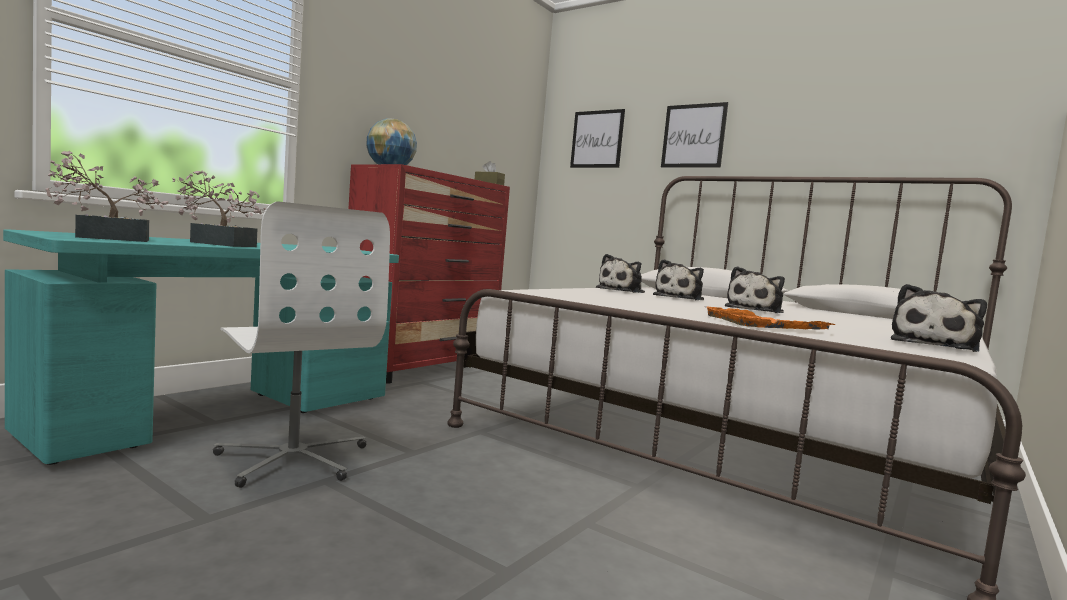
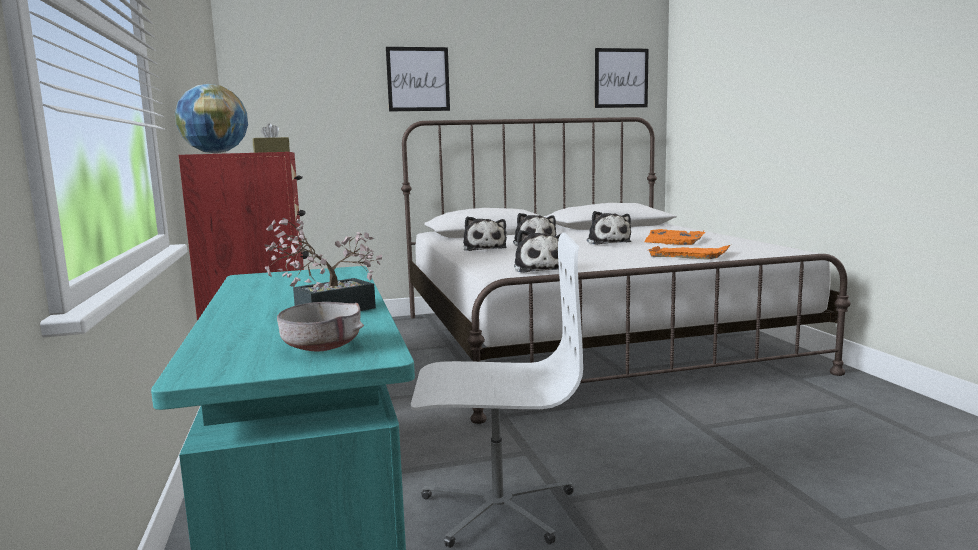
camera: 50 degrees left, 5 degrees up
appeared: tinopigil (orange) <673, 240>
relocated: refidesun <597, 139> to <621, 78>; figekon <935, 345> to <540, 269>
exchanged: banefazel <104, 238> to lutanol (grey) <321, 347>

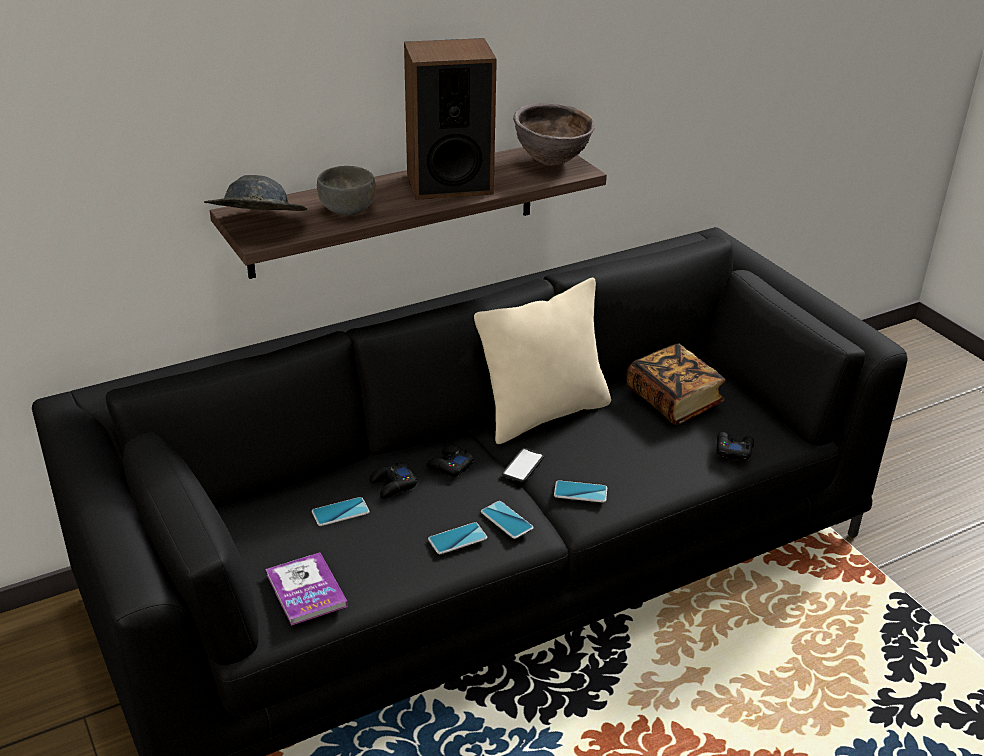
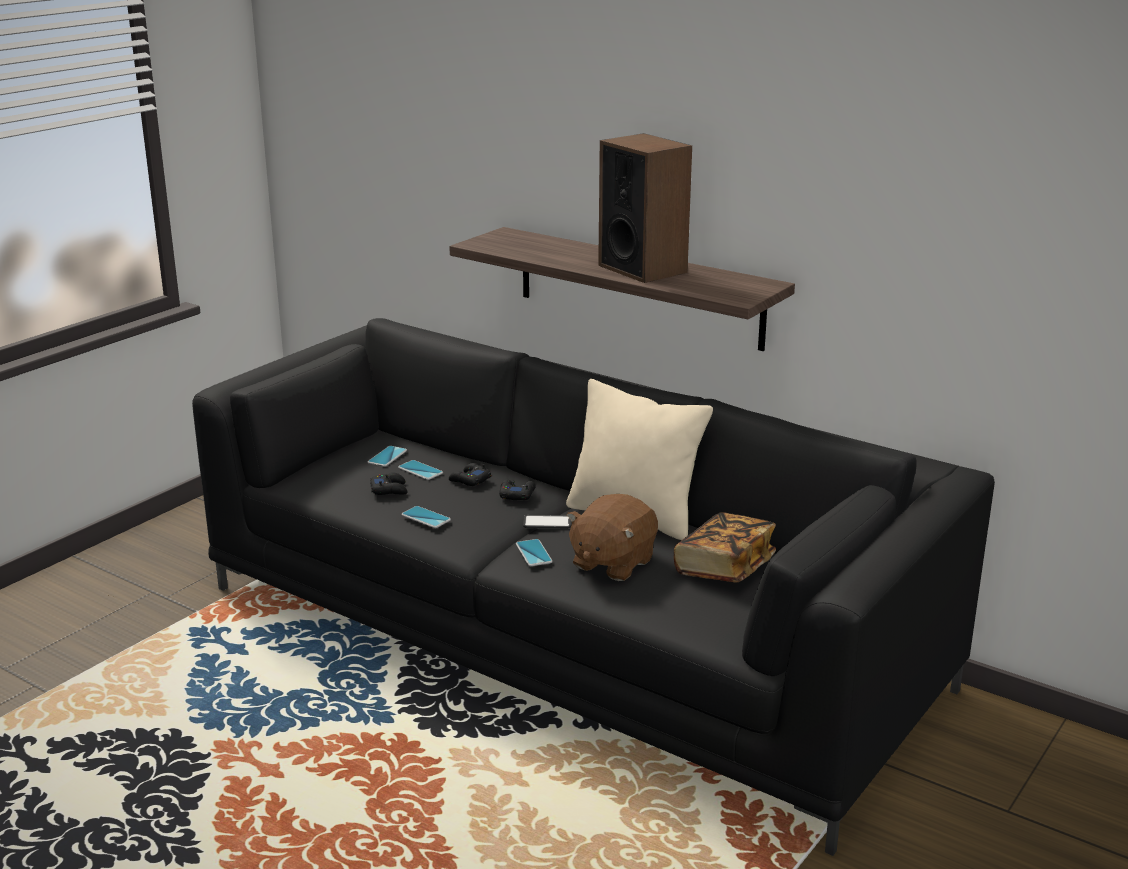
camera: 65 degrees right, 10 degrees down
missing: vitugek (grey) <257, 227>; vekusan <306, 590>; lutanol (grey) <348, 209>; lutanol (brown) <551, 163>
appeared: figekon (brown) <612, 563>
relocated: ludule <507, 520> to <387, 457>; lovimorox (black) <733, 450> to <389, 489>

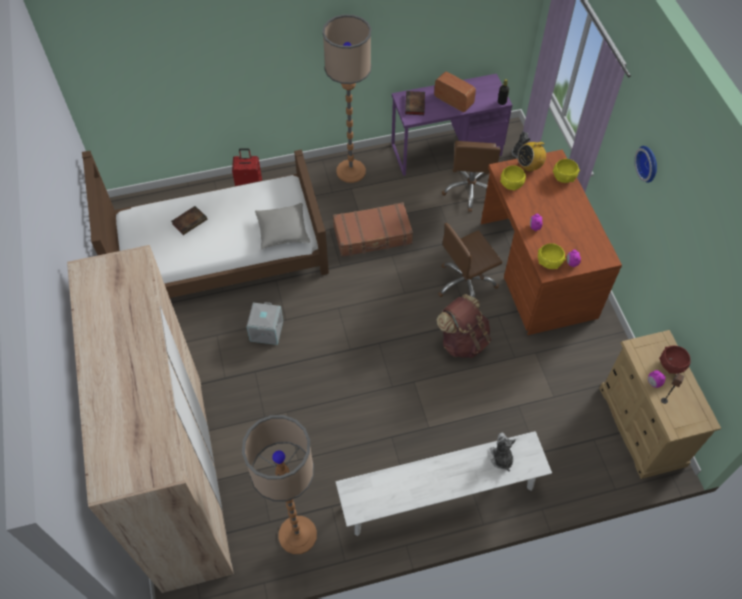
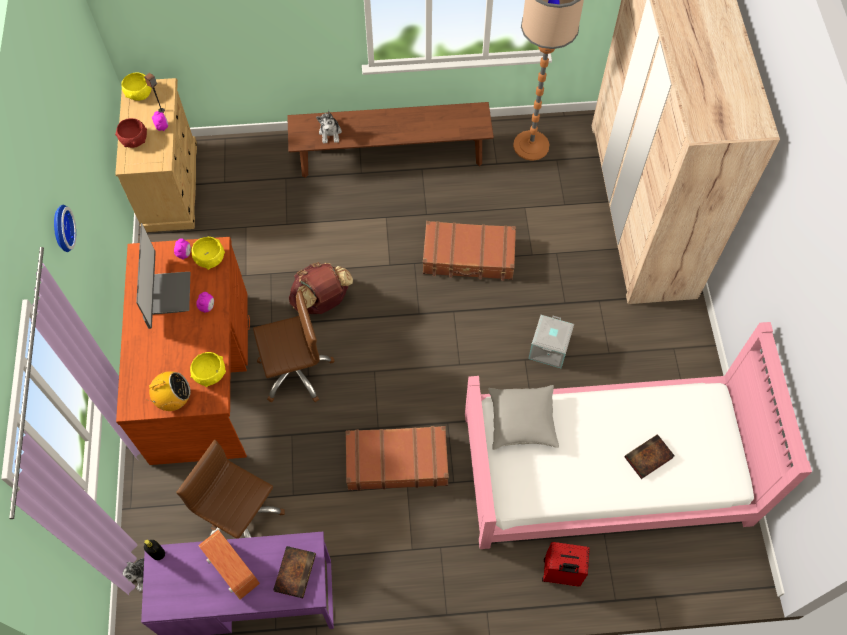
camera: 170 degrees left, 5 degrees up
missing: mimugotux <351, 171>
appeared: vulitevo <165, 293>; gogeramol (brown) <469, 257>
relocated: lutanol (yellow) <564, 177> to <139, 94>
colour: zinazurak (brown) <219, 253> to zinazurak (pink) <606, 468>; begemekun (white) <440, 495> to begemekun (brown) <391, 157>
spun: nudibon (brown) <470, 189> = <240, 517> 75 degrees counterclockwise

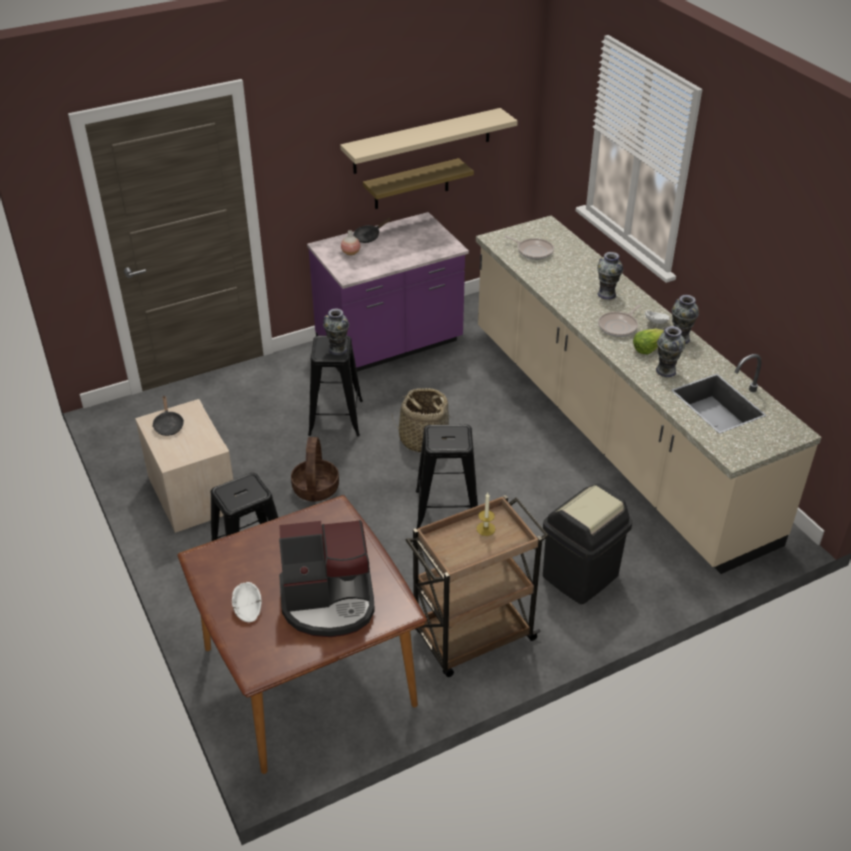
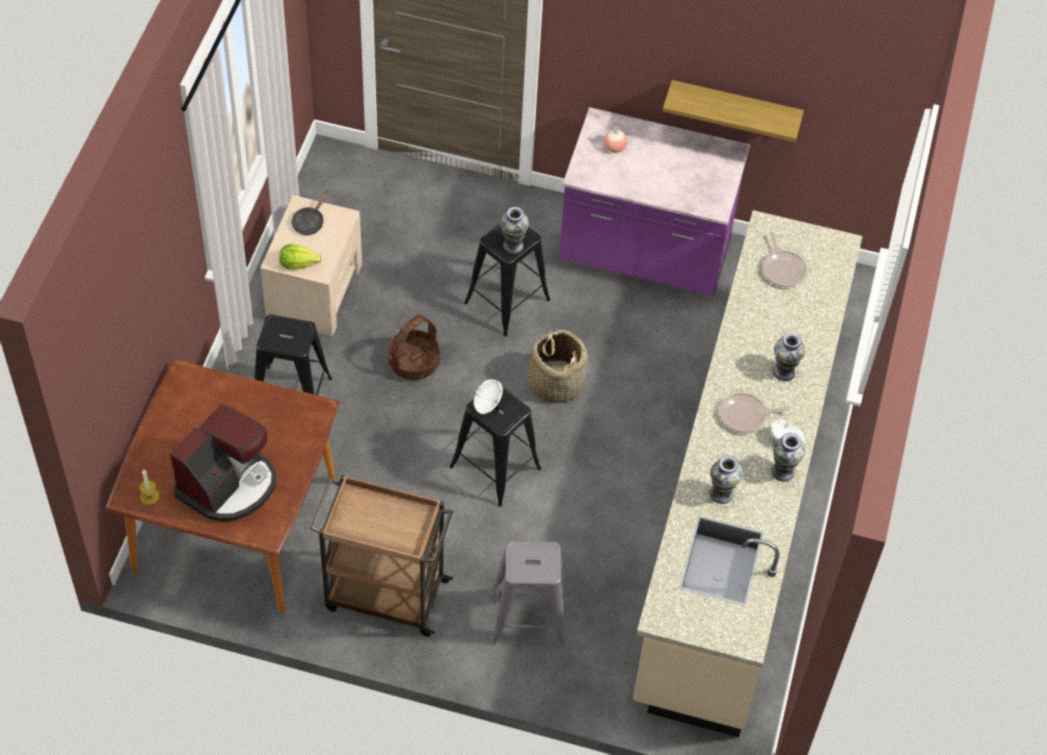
camera: 40 degrees right, 15 degrees up
missing: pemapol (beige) <422, 141>; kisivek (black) <369, 236>
relocated: lutanol (white) <247, 610> to <486, 402>; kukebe <485, 529> to <149, 496>; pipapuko <647, 348> to <299, 263>
exchanged: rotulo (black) <580, 576> to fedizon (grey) <529, 616>
spun: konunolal <329, 602> = <228, 484> 90 degrees counterclockwise

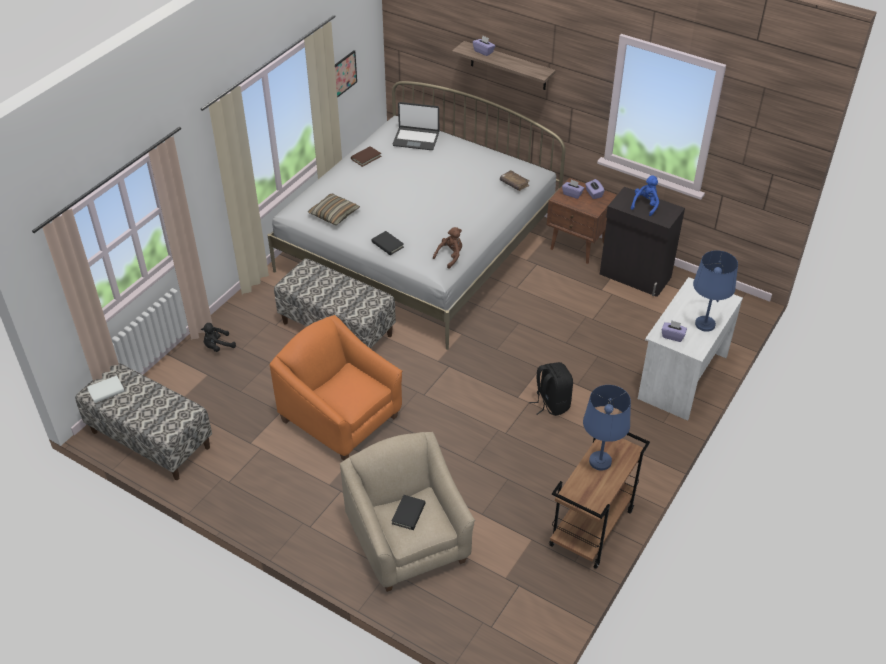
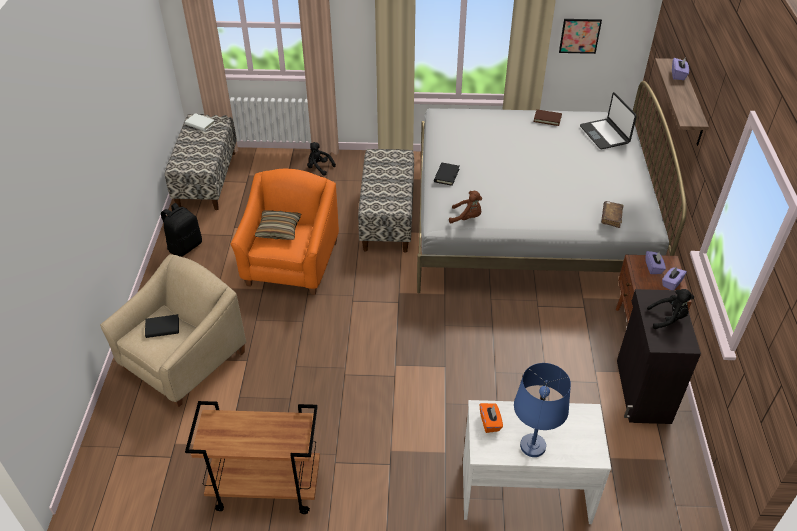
camera: 60 degrees right, 0 degrees up
missing: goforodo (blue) <600, 462>
relocated: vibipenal <334, 214> to <278, 230>; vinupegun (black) <551, 403> to <185, 246>
colour: figekon (blue) <645, 205> to figekon (black) <668, 318>; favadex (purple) <672, 336> to favadex (orange) <490, 422>

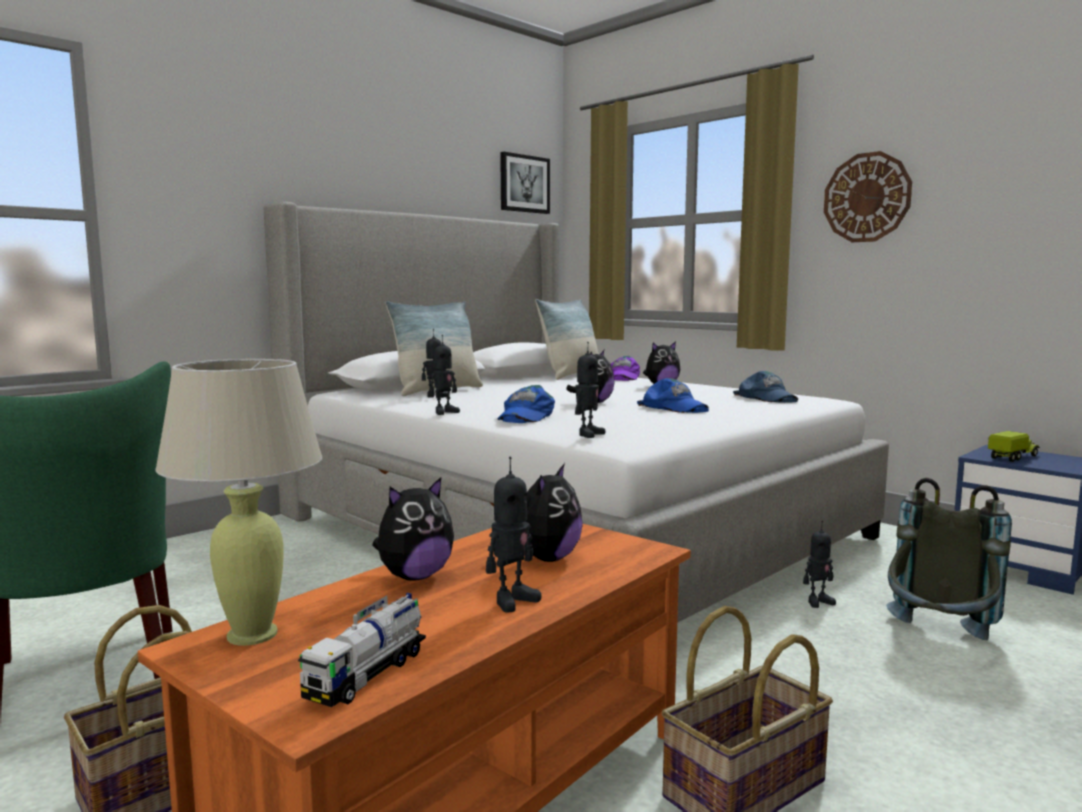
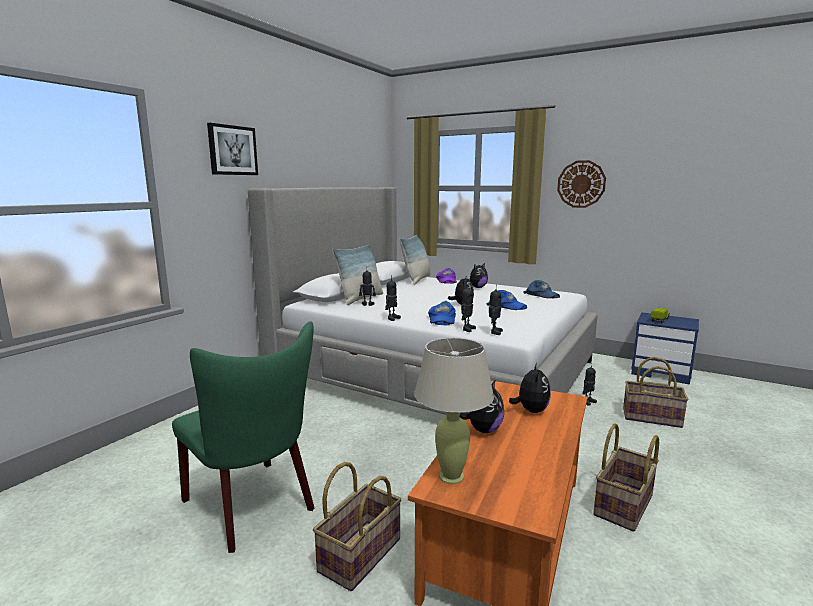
camera: 15 degrees left, 5 degrees up
missing: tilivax <368, 674>
relocated: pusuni <512, 600> to <467, 329>; refidesun <524, 184> to <232, 150>
exchanged: vinupegun (grey) <938, 642> to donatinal <652, 417>

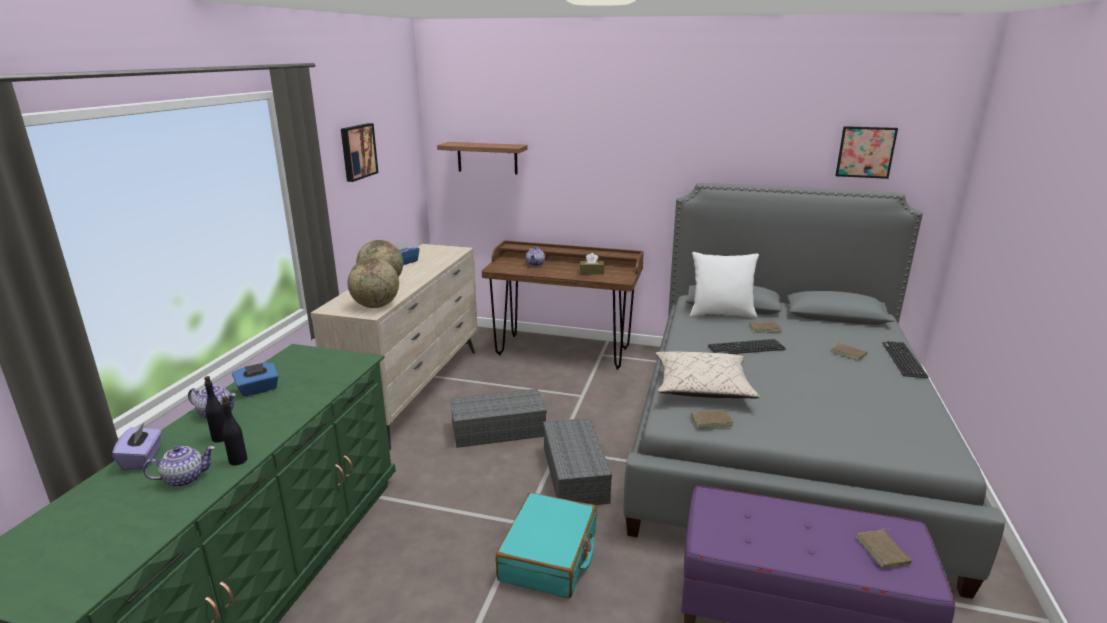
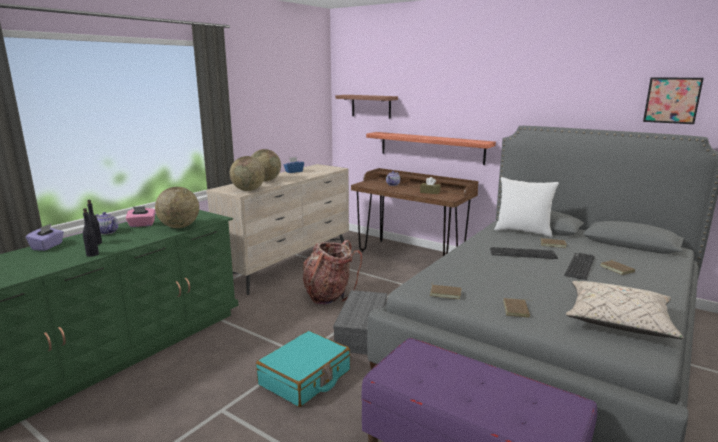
camera: 20 degrees right, 5 degrees down
missing: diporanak <184, 479>; refidesun <357, 151>
appeared: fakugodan <179, 227>; pemapol <431, 147>
relocated: vibipenal (beige) <702, 387> to <618, 320>; vekusan (brown) <884, 551> to <517, 309>; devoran <904, 360> to <580, 266>
exchanged: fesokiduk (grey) <499, 429> to vinupegun <329, 295>
colour: favadex (blue) <258, 390> to favadex (pink) <142, 225>

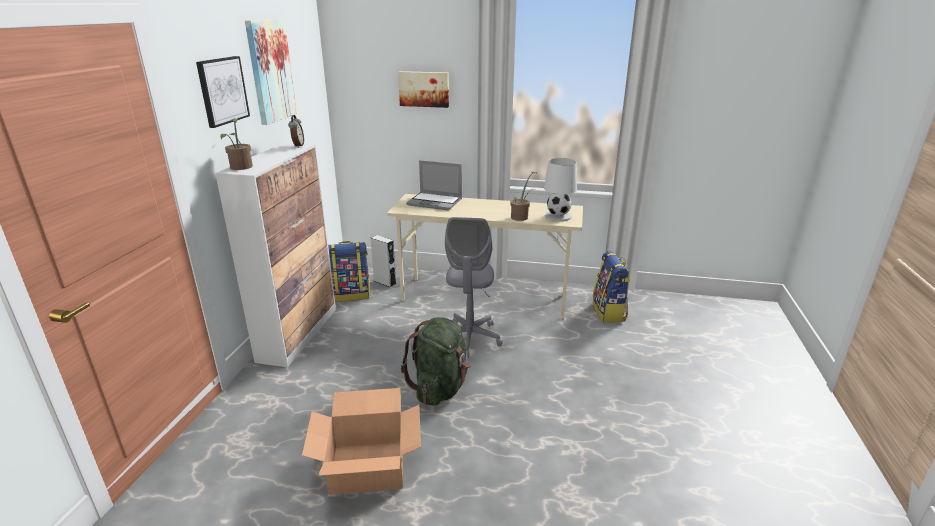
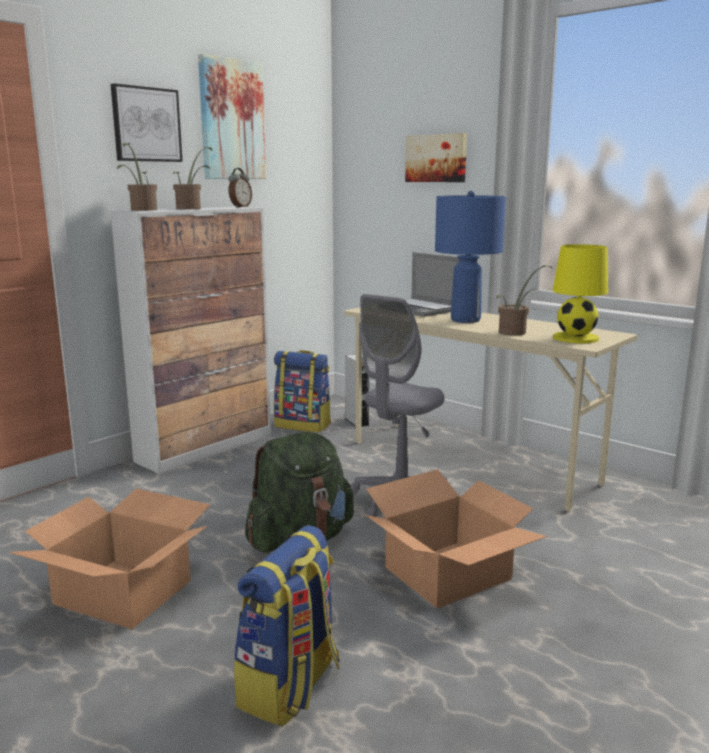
camera: 30 degrees right, 10 degrees down
appeared: banefazel <192, 208>; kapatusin <449, 574>; goforodo (blue) <465, 320>
relocated: vinupegun <609, 312> to <290, 687>
colour: goforodo (white) <558, 216> to goforodo (yellow) <575, 338>

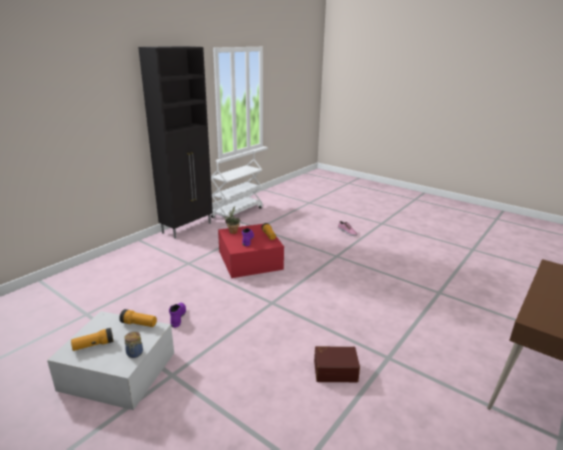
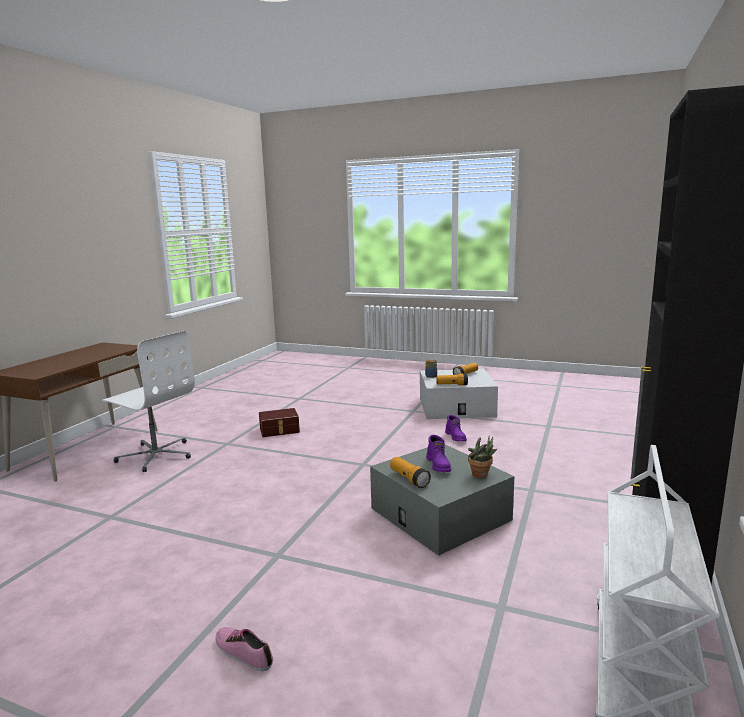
camera: 165 degrees right, 10 degrees down
appeared: nudibon (white) <156, 455>
colour: fesokiduk (red) <250, 260> to fesokiduk (grey) <440, 514>

